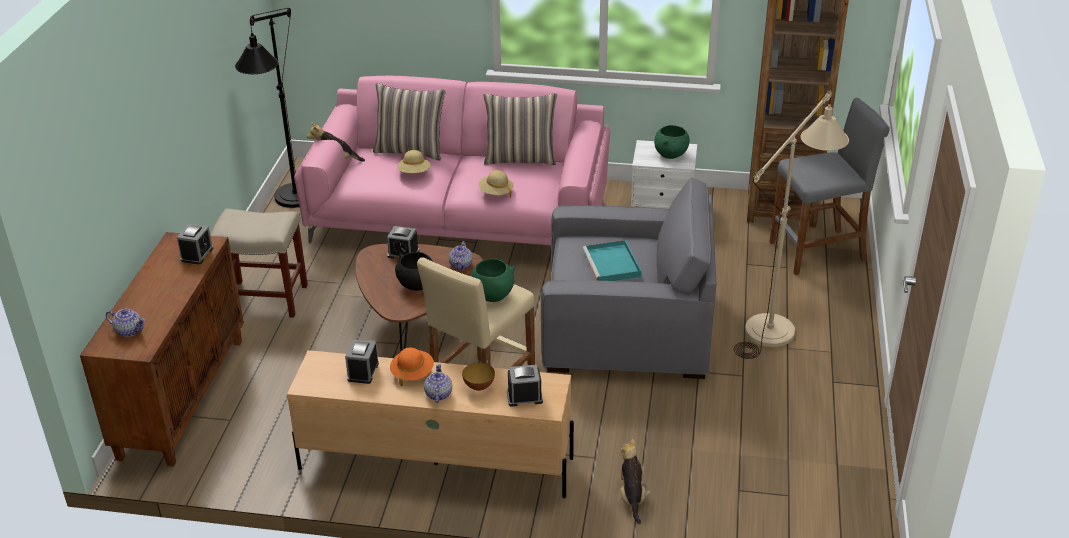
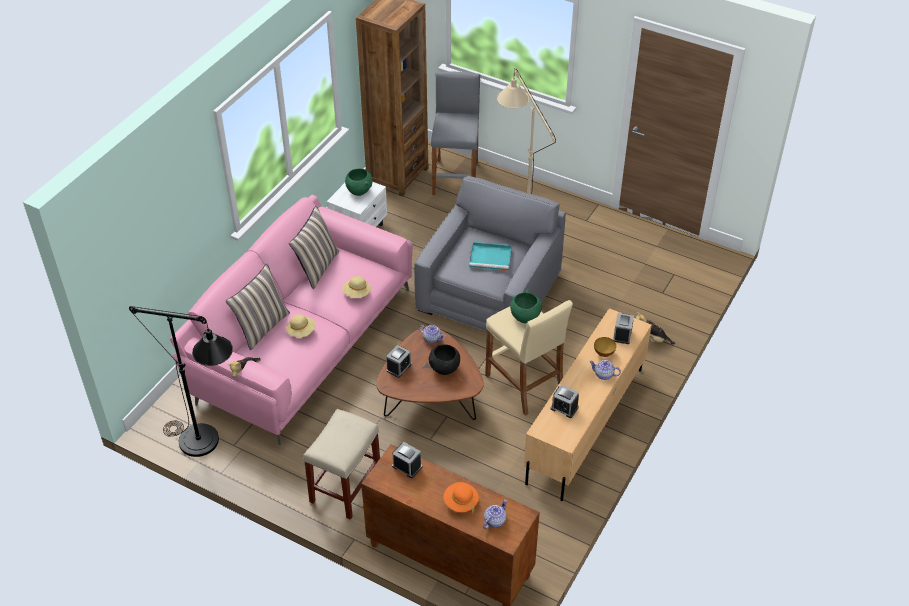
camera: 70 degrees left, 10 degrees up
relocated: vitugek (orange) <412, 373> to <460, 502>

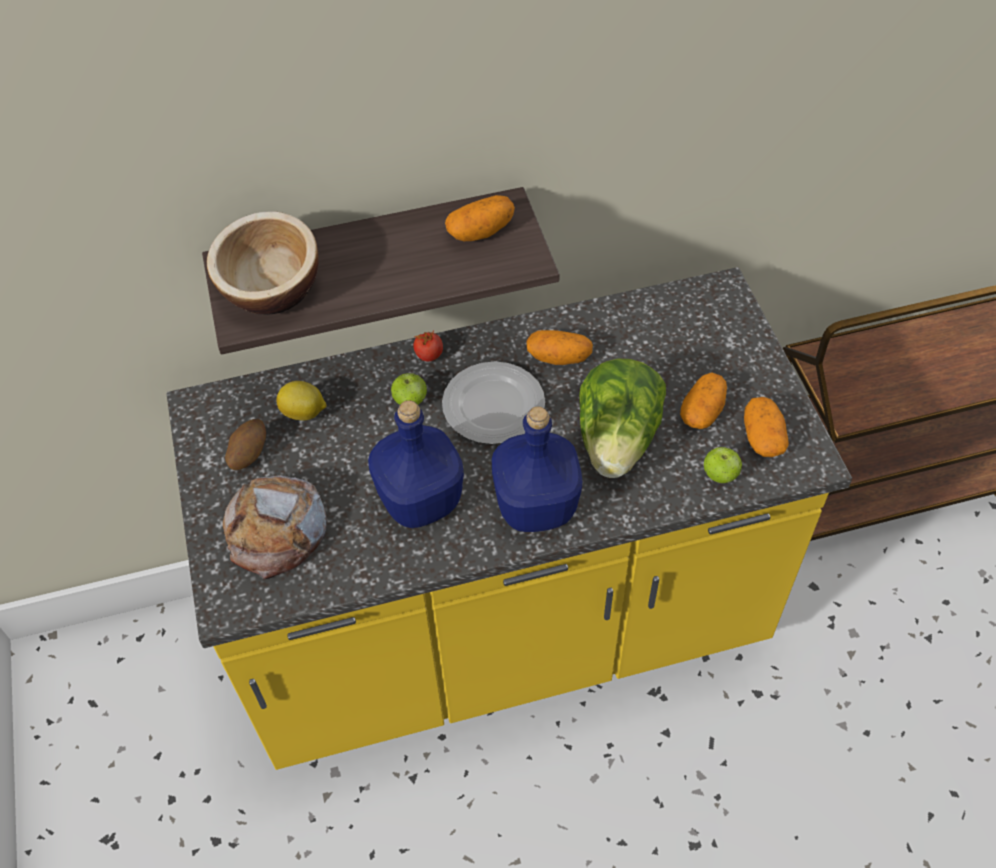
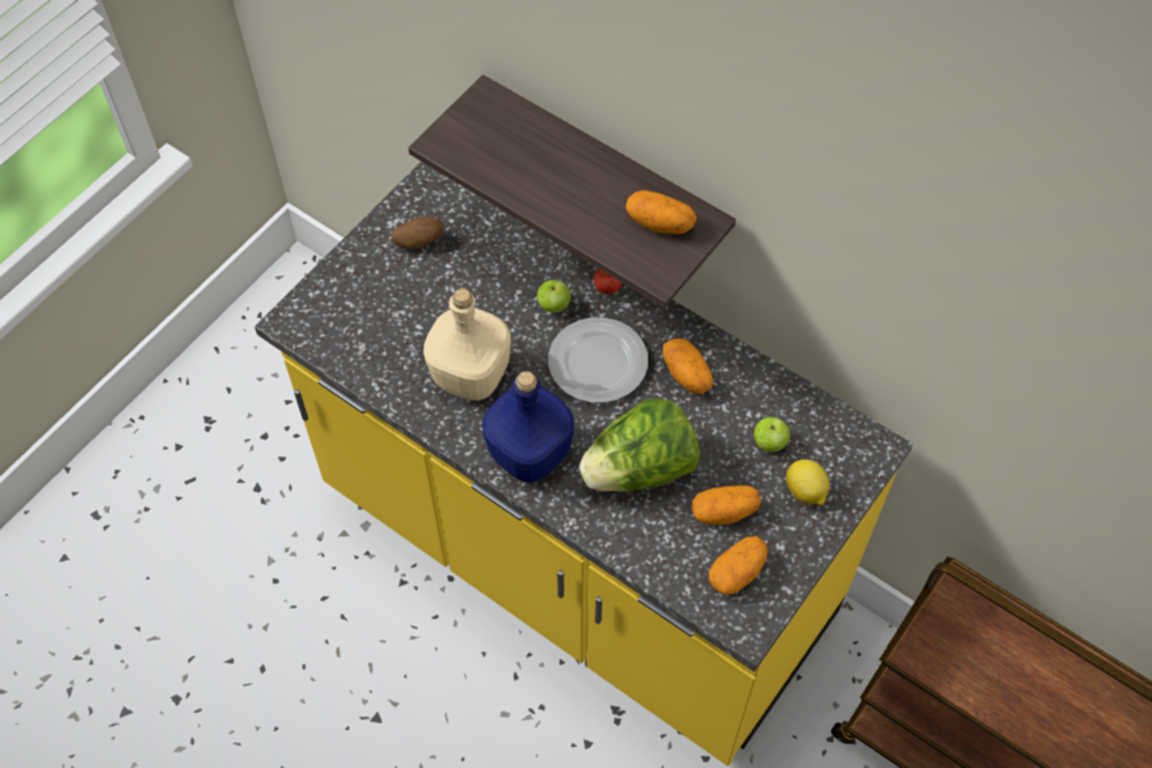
camera: 50 degrees right, 5 degrees up
missing: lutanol <271, 288>; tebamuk <276, 530>
relocated: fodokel <304, 413> to <805, 492>; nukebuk <720, 475> to <769, 443>
colour: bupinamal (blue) <421, 502> to bupinamal (beige) <470, 377>

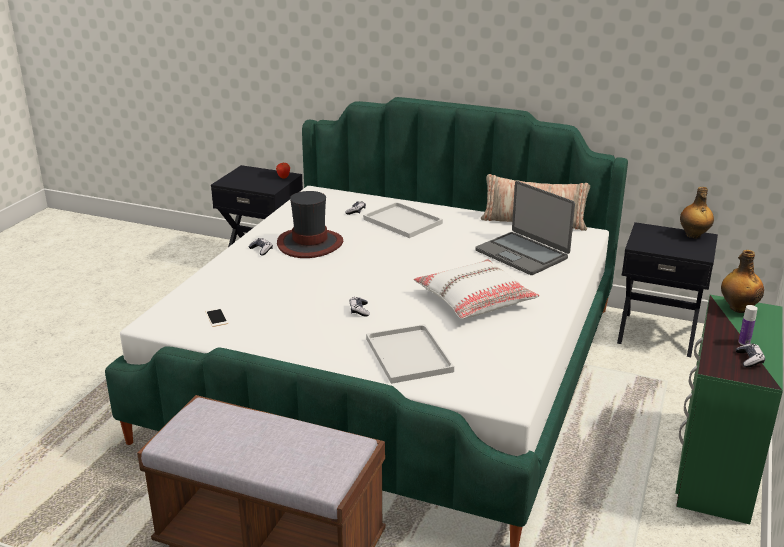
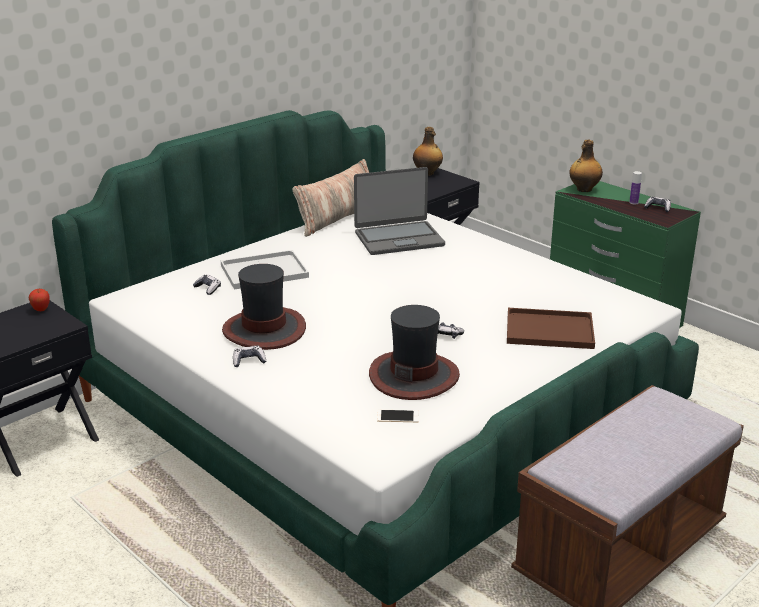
camera: 65 degrees left, 0 degrees up
missing: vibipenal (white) <475, 300>
appeared: vitugek <414, 376>
colour: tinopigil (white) <407, 354> to tinopigil (brown) <547, 330>

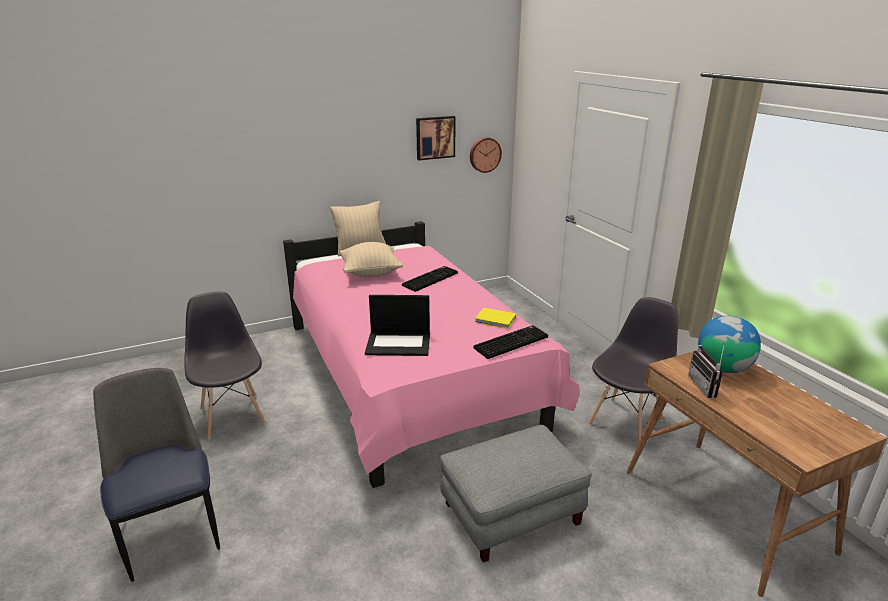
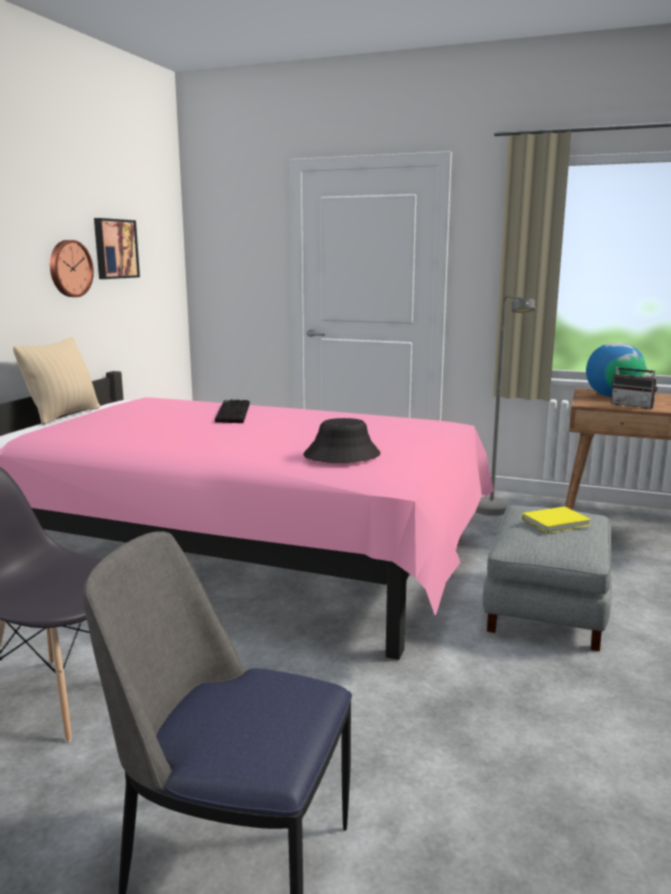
camera: 45 degrees left, 10 degrees down
missing: vibipenal (beige) <371, 273>; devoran <511, 342>
relocated: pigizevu <484, 154> to <69, 268>; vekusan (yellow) <496, 320> to <557, 522>
exchanged: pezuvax <399, 343> to vitugek (black) <342, 455>; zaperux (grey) <626, 421> to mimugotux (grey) <495, 513>

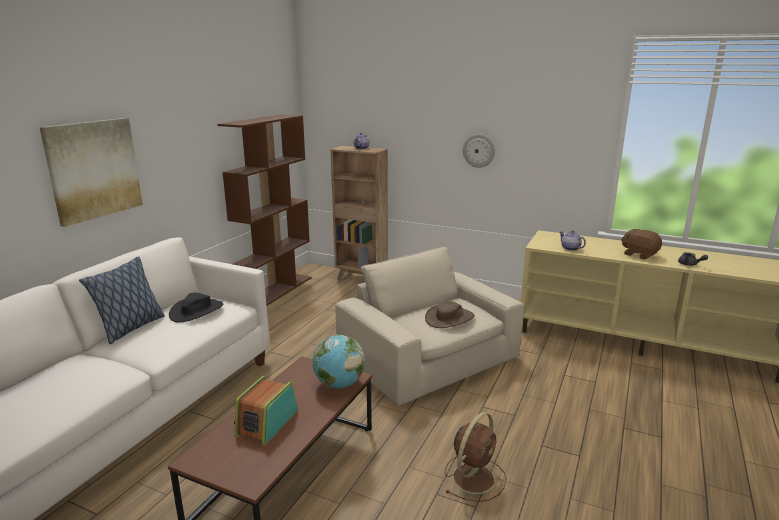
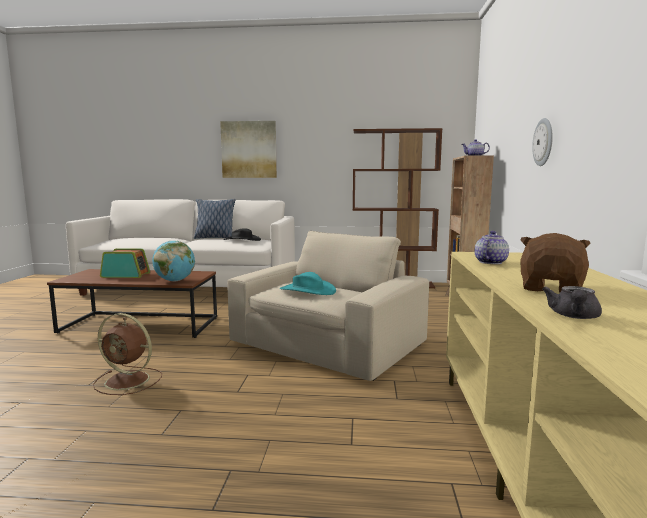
camera: 70 degrees right, 10 degrees down
colour: vitugek (brown) <449, 318> to vitugek (turquoise) <307, 290>

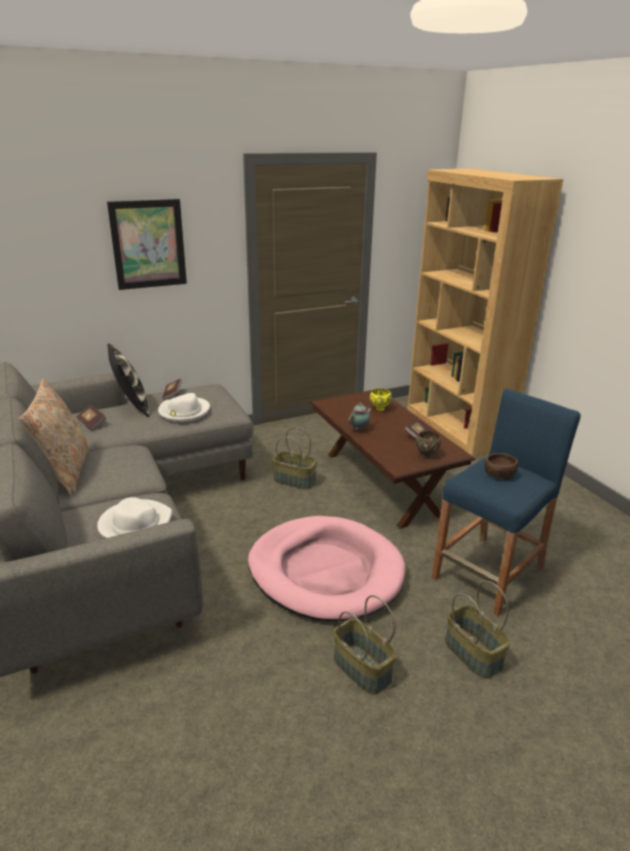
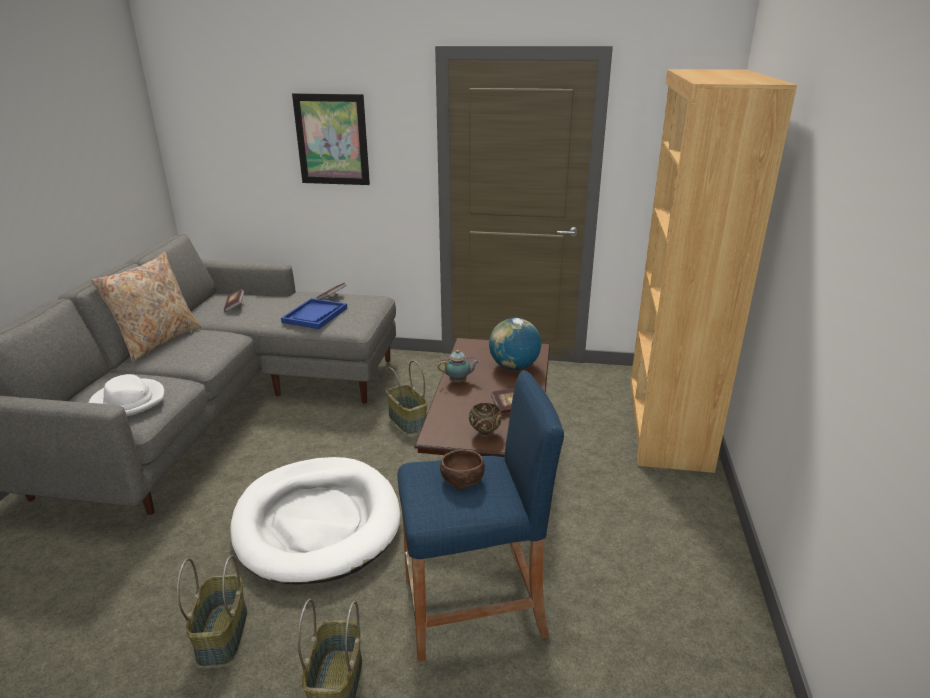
camera: 35 degrees right, 0 degrees up
missing: vibipenal <132, 406>
exchanged: vitugek (white) <184, 412> to tinopigil (blue) <315, 315>; lutanol (yellow) <379, 409> to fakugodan <514, 367>
colour: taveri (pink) <325, 572> to taveri (white) <317, 523>

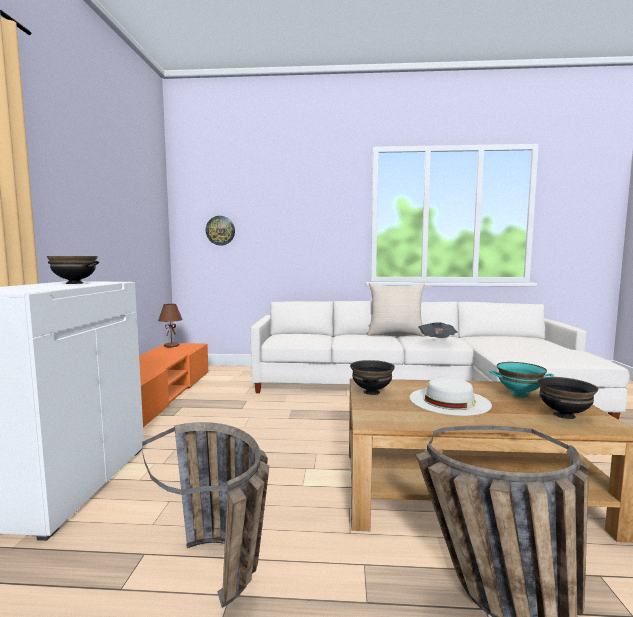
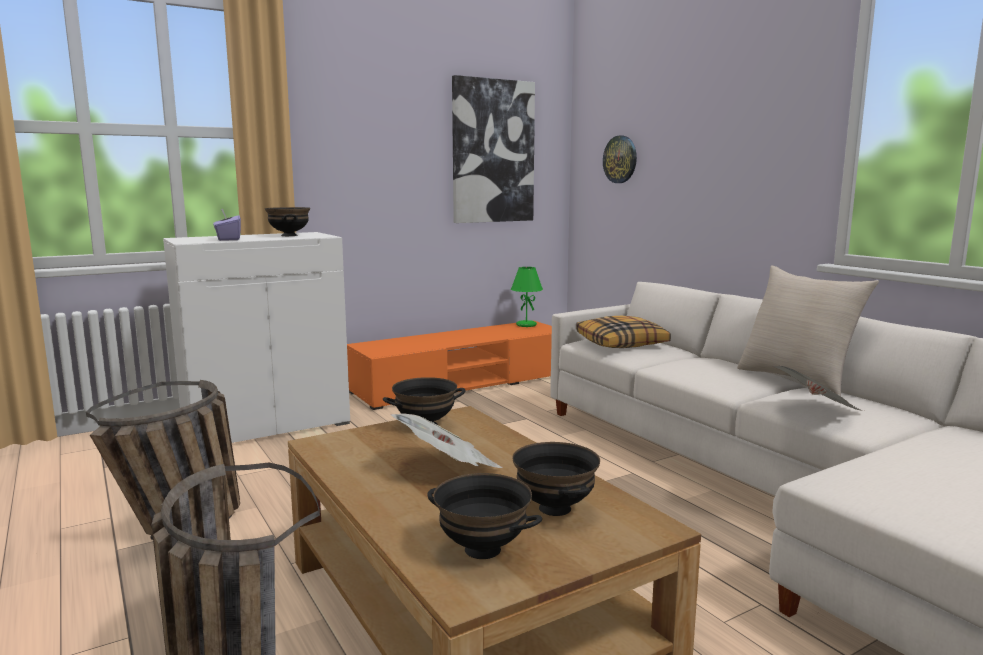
camera: 55 degrees right, 5 degrees up
appeared: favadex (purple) <228, 239>; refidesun <492, 151>; vibipenal <621, 343>
exchanged: vitugek (white) <449, 401> to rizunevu <448, 467>
colour: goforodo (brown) <171, 346> to goforodo (green) <526, 325>; lutanol (turquoise) <519, 394> to lutanol (black) <554, 508>

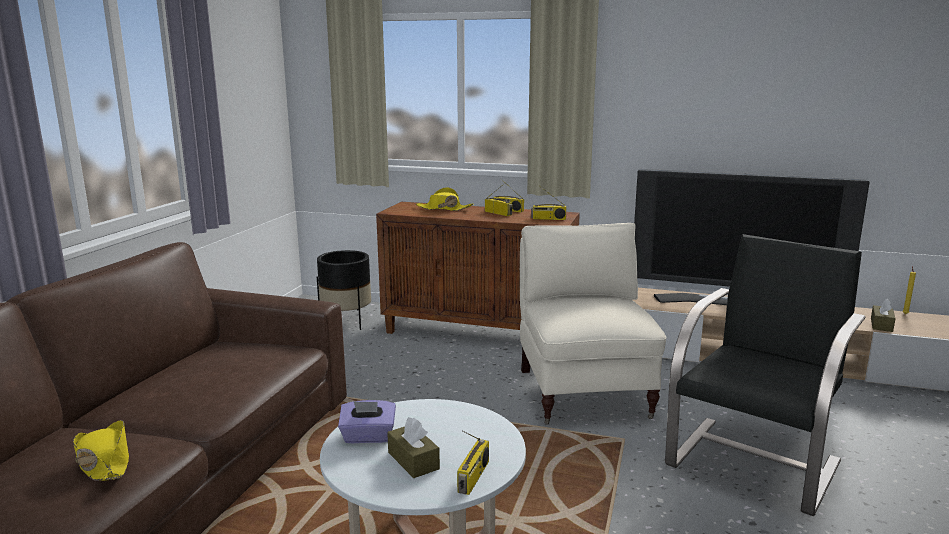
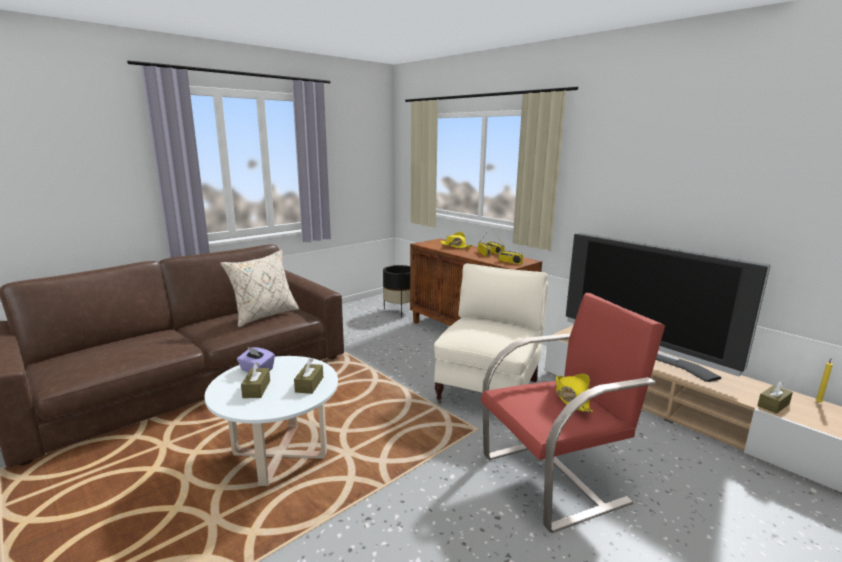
camera: 30 degrees right, 0 degrees up
missing: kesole <474, 477>
appeared: vibipenal (beige) <264, 315>; favadex (brown) <309, 384>
relocated: vitugek (yellow) <104, 462> to <571, 398>
colour: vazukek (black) <754, 462> to vazukek (red) <555, 478>

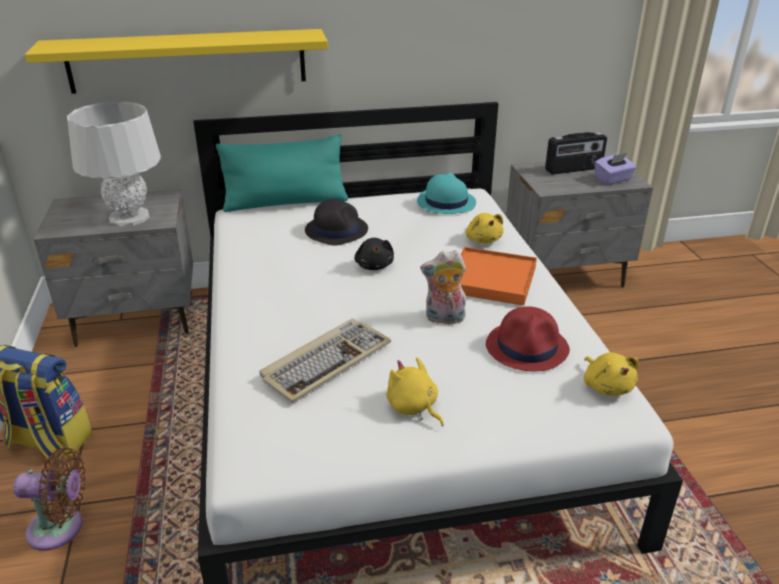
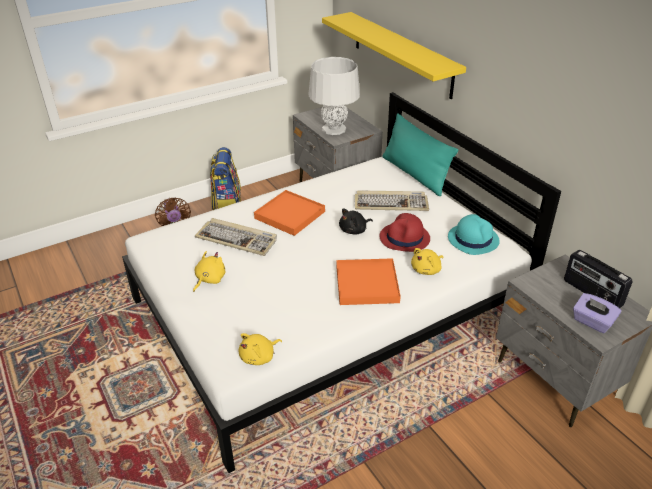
camera: 70 degrees right, 5 degrees up
missing: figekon <444, 319>
appeared: tinopigil (orange) <290, 215>
relocated: vitugek (red) <527, 347> to <404, 238>
exchanged: vitugek (black) <336, 230> to devoran <391, 203>

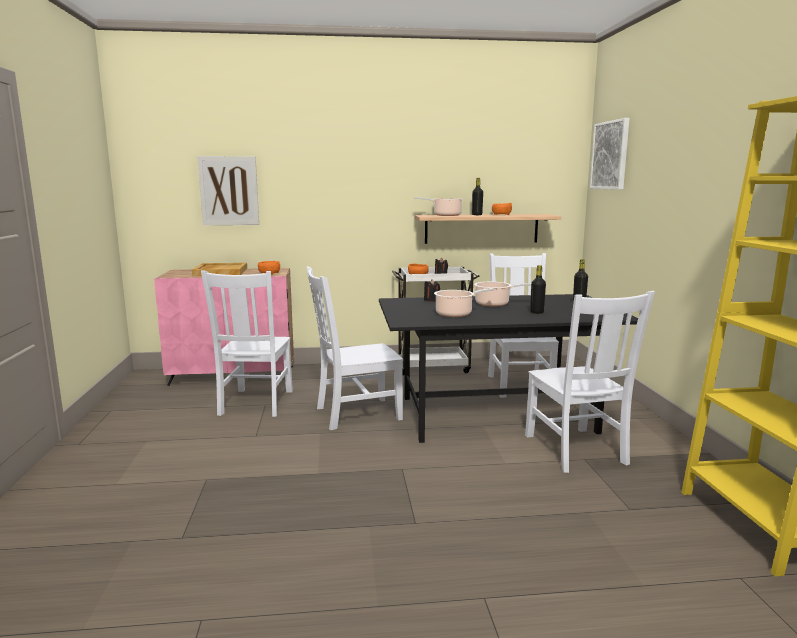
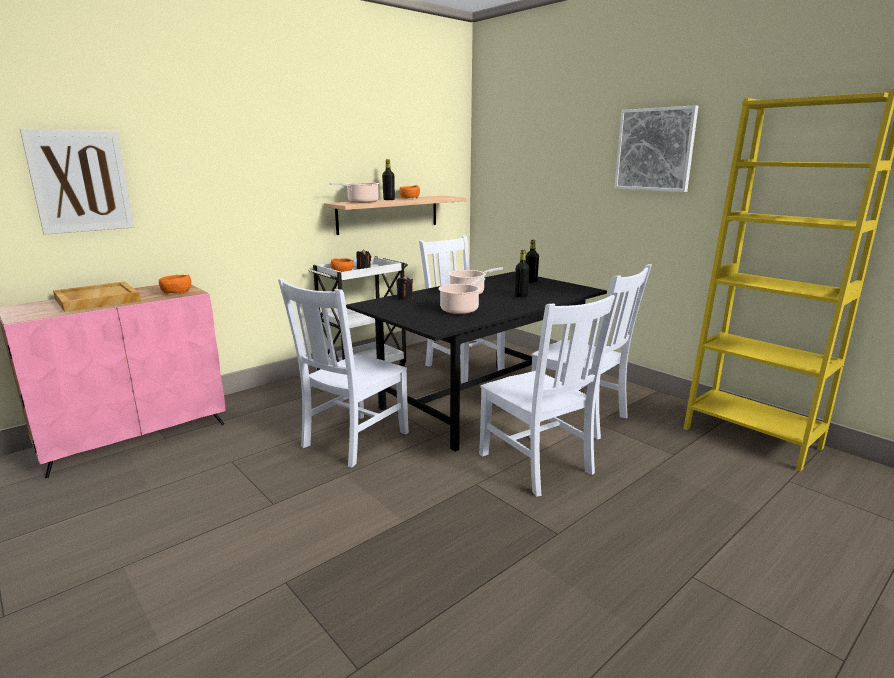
camera: 35 degrees left, 5 degrees up
relocated: zaperux (white) <255, 404> to <537, 465>; refidesun <610, 155> to <655, 149>

